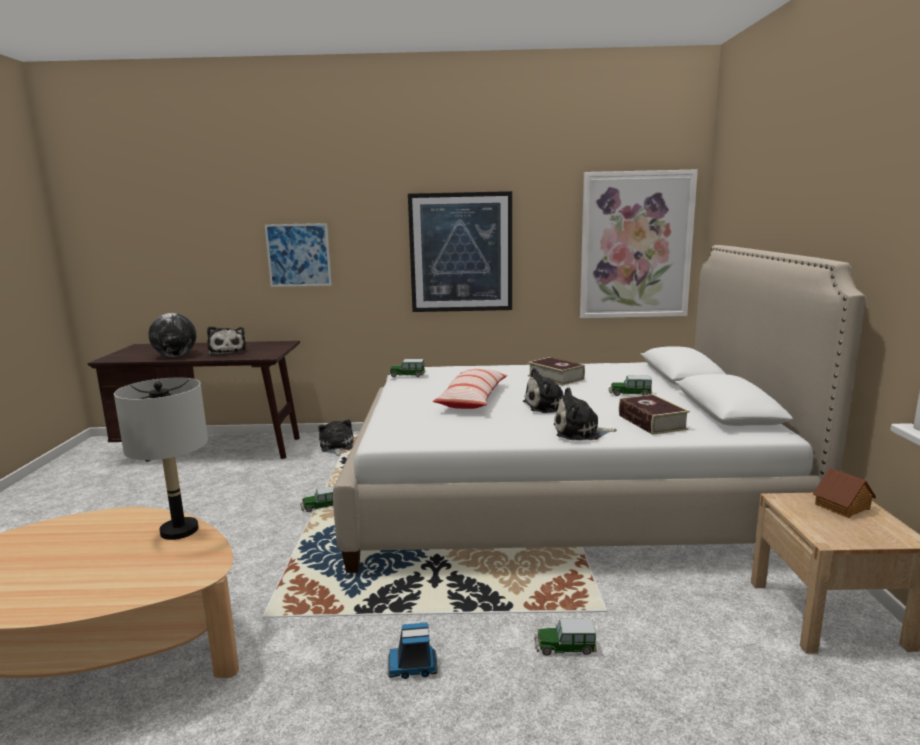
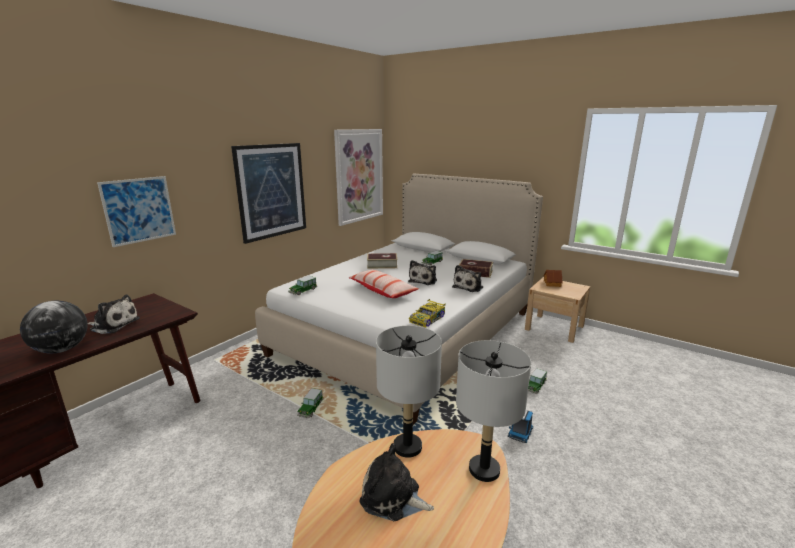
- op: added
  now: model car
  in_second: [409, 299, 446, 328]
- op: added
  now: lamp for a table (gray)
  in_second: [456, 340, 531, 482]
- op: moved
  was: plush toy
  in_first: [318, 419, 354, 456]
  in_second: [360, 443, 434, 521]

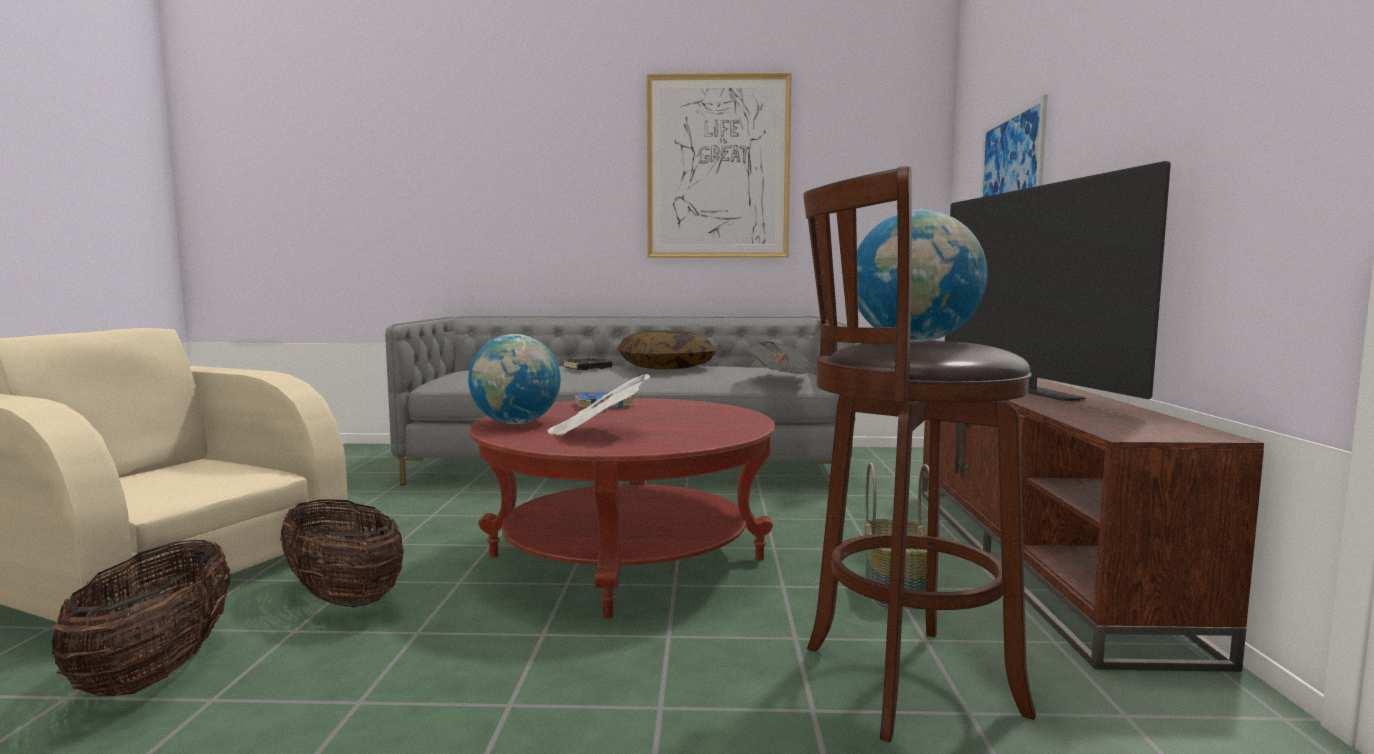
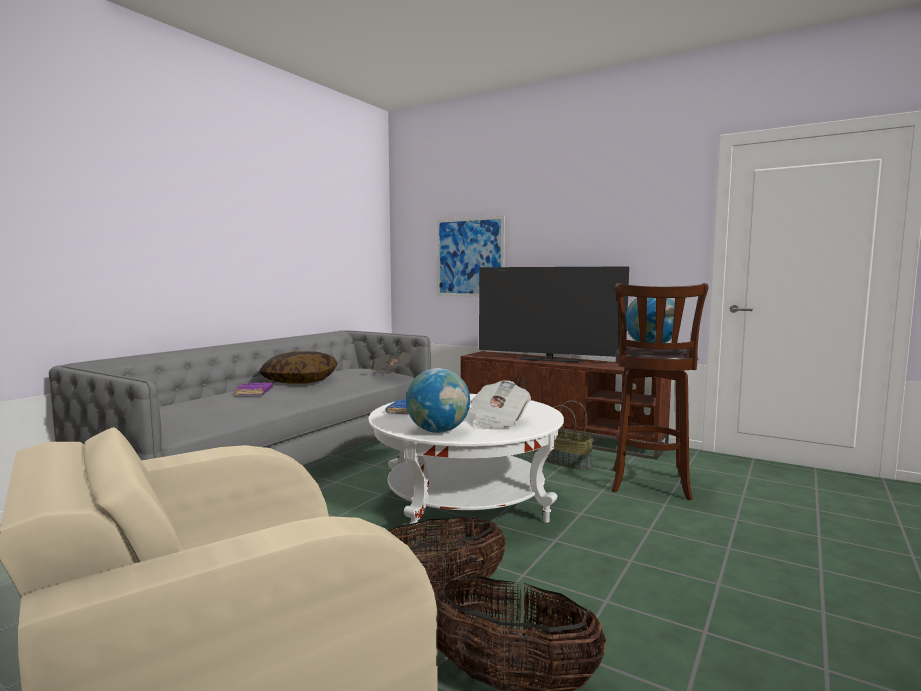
- op: removed
  was: wall picture
  in_first: [646, 73, 792, 258]
- op: recoloured
  was: lounge table (red)
  now: lounge table (white-coloured)
  in_first: [470, 398, 775, 619]
  in_second: [368, 394, 564, 533]
- op: recoloured
  was: bound book (black-coloured)
  now: bound book (purple)
  in_first: [563, 357, 612, 370]
  in_second: [235, 382, 273, 395]

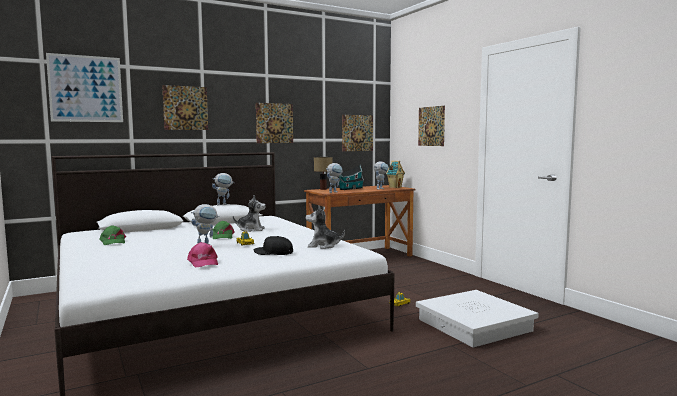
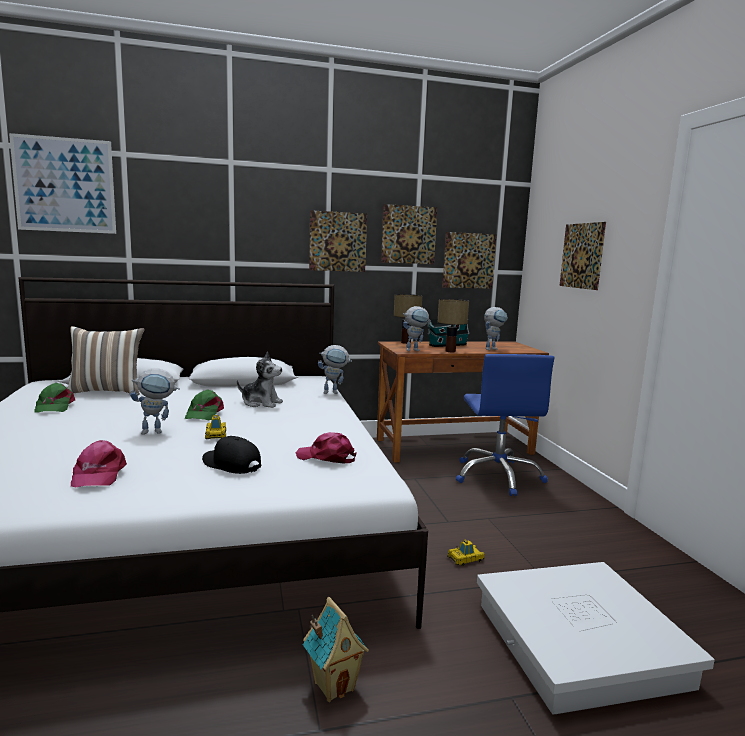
- op: added
  now: pillow
  in_second: [68, 326, 145, 395]
- op: added
  now: lamp for a table
  in_second: [438, 299, 469, 352]
- op: added
  now: computer chair (blue)
  in_second: [456, 354, 554, 496]
- op: moved
  was: wall picture
  in_first: [162, 85, 208, 130]
  in_second: [381, 204, 437, 264]
- op: moved
  was: robot figure
  in_first: [212, 173, 233, 205]
  in_second: [318, 345, 352, 394]
- op: moved
  was: model house
  in_first: [386, 161, 405, 188]
  in_second: [303, 597, 369, 702]
- op: replaced
  was: plush toy
  now: cap (pink-coloured)
  in_first: [306, 206, 345, 249]
  in_second: [296, 432, 357, 464]

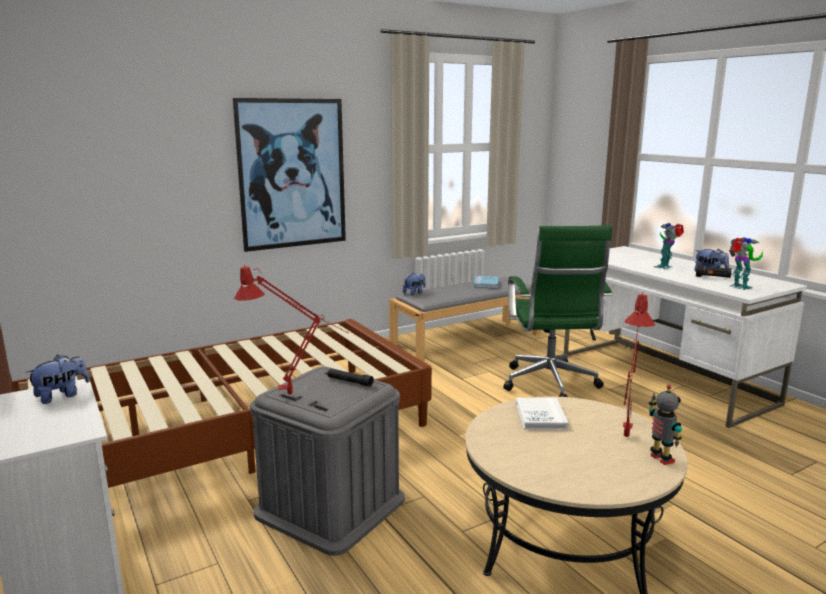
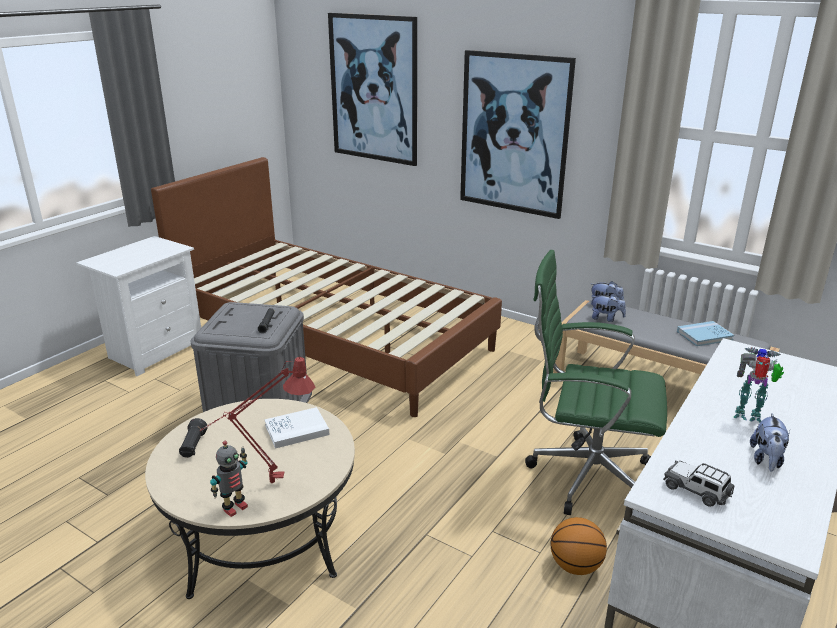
- op: removed
  was: lamp for a table (red)
  in_first: [234, 265, 348, 395]
- op: added
  now: wall picture
  in_second: [328, 13, 417, 166]
- op: added
  now: ball for basketball
  in_second: [550, 517, 607, 575]
- op: moved
  was: plush toy
  in_first: [25, 355, 90, 404]
  in_second: [591, 293, 626, 322]
- op: moved
  was: hand torch (black-coloured)
  in_first: [696, 263, 732, 278]
  in_second: [179, 418, 208, 458]
- op: replaced
  was: robot figure
  now: model car
  in_first: [729, 237, 763, 290]
  in_second: [663, 461, 734, 507]
- op: turned
  was: computer chair (green-coloured)
  in_first: [503, 225, 612, 397]
  in_second: [525, 250, 667, 515]
  clockwise: 45

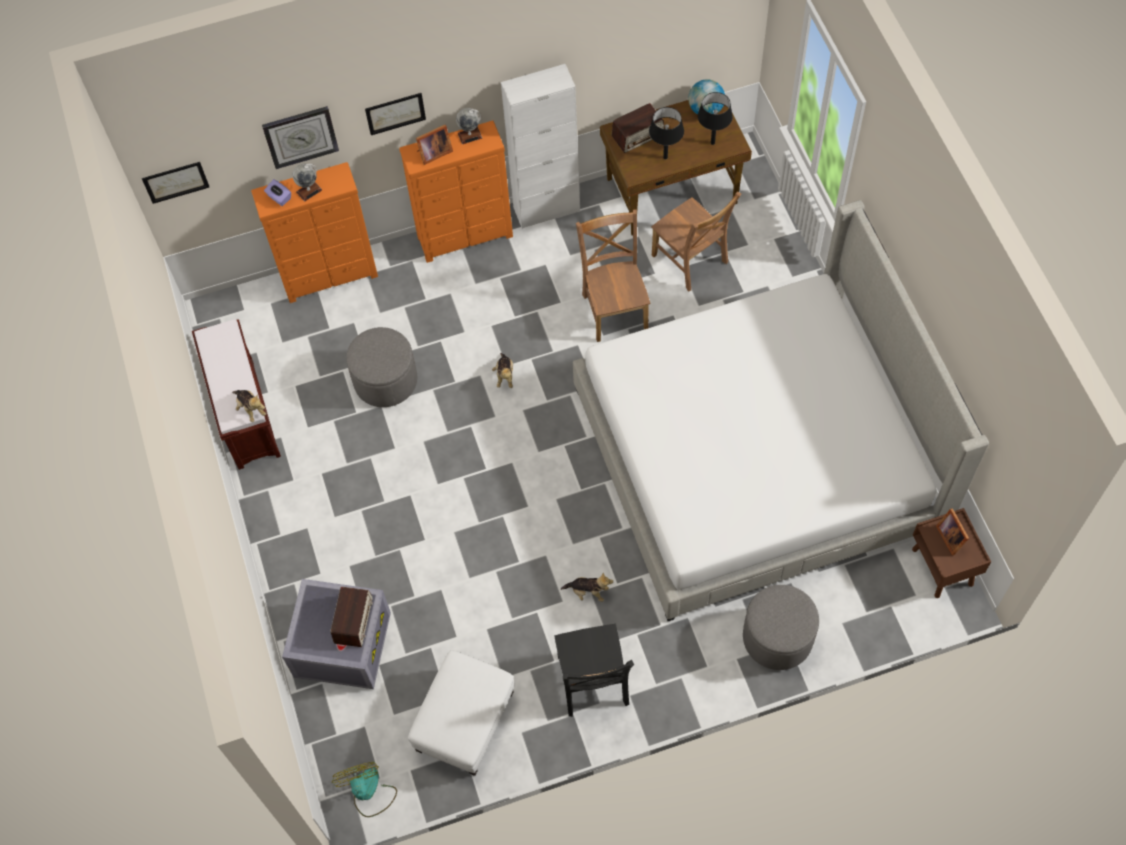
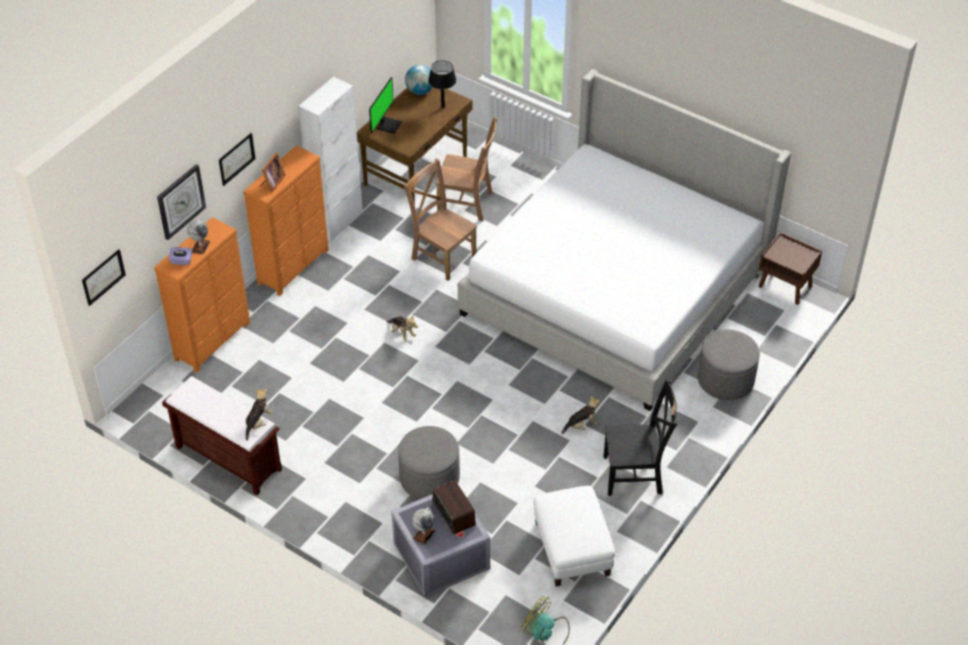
- op: removed
  was: lamp for a table (black-coloured)
  in_first: [649, 107, 684, 159]
- op: removed
  was: standing frame
  in_first: [936, 508, 969, 556]
- op: moved
  was: pouffe (gray)
  in_first: [346, 327, 417, 407]
  in_second: [398, 426, 460, 499]
- op: moved
  was: globe
  in_first: [456, 108, 482, 144]
  in_second: [412, 508, 436, 545]
- op: replaced
  was: radio set
  now: monitor
  in_first: [611, 103, 665, 153]
  in_second: [369, 77, 402, 134]
- op: turned
  was: plush toy
  in_first: [232, 390, 266, 422]
  in_second: [245, 388, 273, 441]
  clockwise: -75
- op: turned
  was: upright chair (black-coloured)
  in_first: [554, 624, 634, 717]
  in_second: [603, 379, 678, 496]
  clockwise: -45

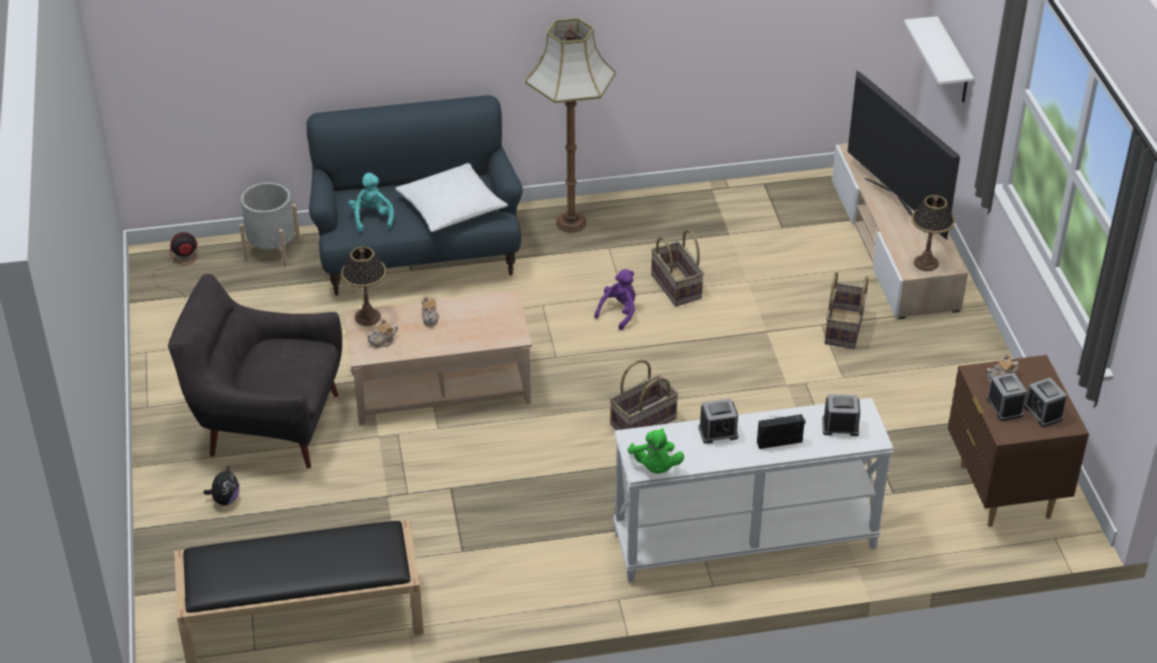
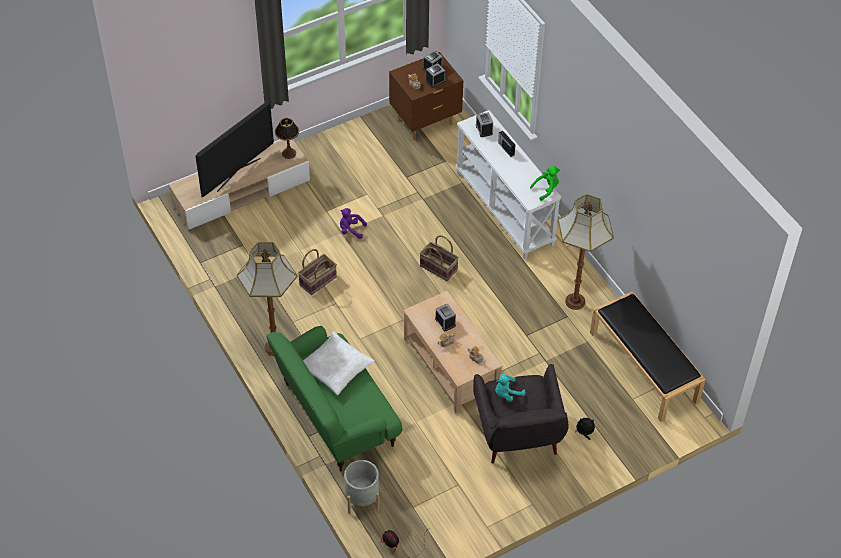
- op: removed
  was: lamp for a table
  in_first: [341, 247, 386, 326]
- op: removed
  was: storage basket
  in_first: [824, 272, 868, 349]
- op: removed
  was: bracket shelf (white-coloured)
  in_first: [904, 16, 974, 103]
- op: added
  now: standing lamp
  in_second: [558, 194, 614, 310]
- op: moved
  was: plush toy (turquoise-coloured)
  in_first: [348, 173, 394, 232]
  in_second: [495, 374, 525, 402]
- op: moved
  was: plush toy (purple)
  in_first: [594, 269, 635, 330]
  in_second: [340, 208, 367, 239]
- op: moved
  was: table clock
  in_first: [698, 399, 739, 444]
  in_second: [435, 304, 456, 331]
- op: recoloured
  was: settee (blue)
  now: settee (green-coloured)
  in_first: [306, 95, 523, 296]
  in_second: [267, 326, 402, 471]

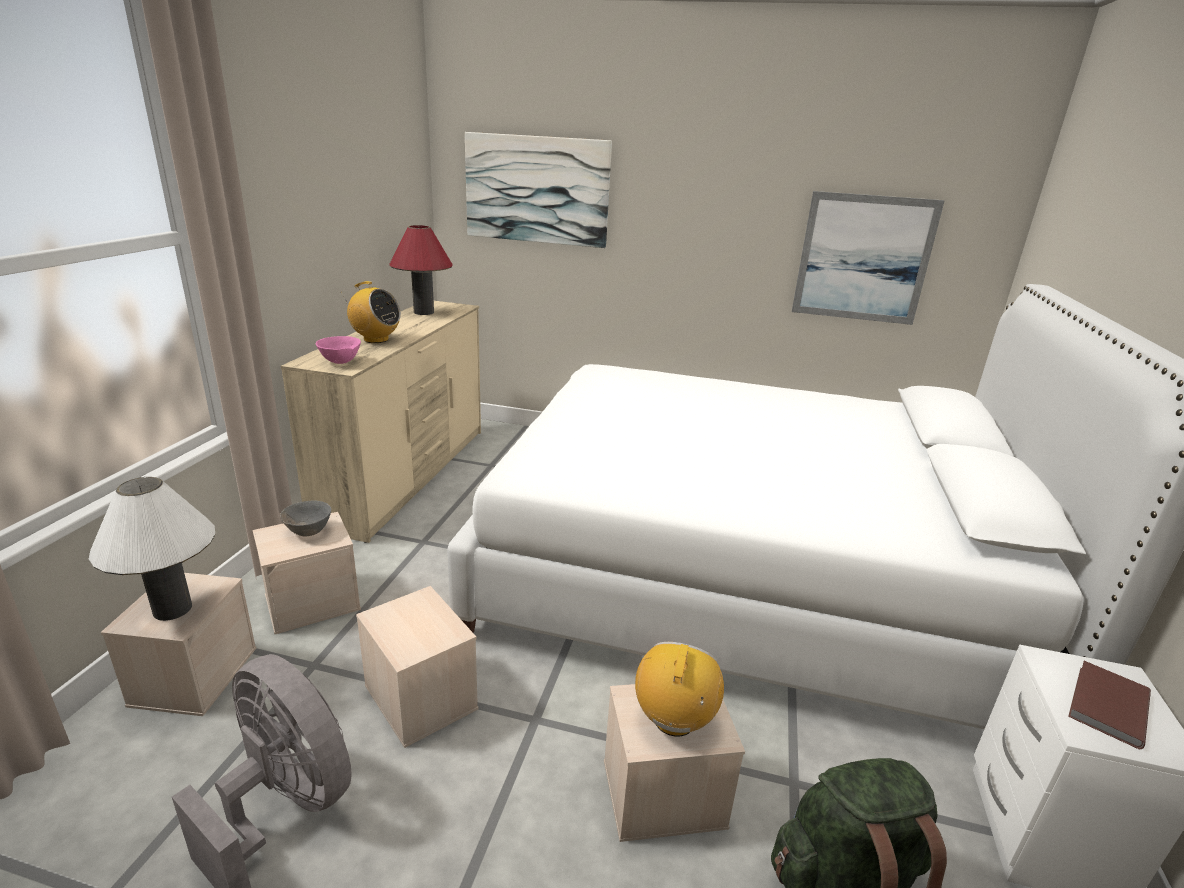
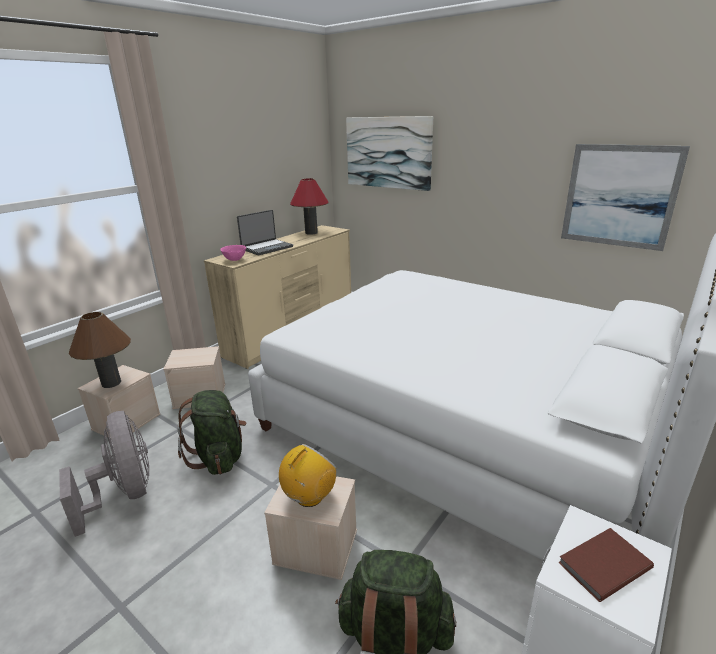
- op: removed
  was: bowl (gray)
  in_first: [280, 500, 331, 537]
- op: replaced
  was: radio set
  now: portable computer
  in_first: [341, 281, 401, 343]
  in_second: [237, 210, 293, 255]
- op: replaced
  was: storage bin (sand-coloured)
  now: backpack (green-coloured)
  in_first: [356, 586, 478, 748]
  in_second: [177, 390, 246, 475]
- op: recoloured
  was: lamp for a table (white-coloured)
  now: lamp for a table (brown-coloured)
  in_first: [89, 477, 215, 621]
  in_second: [69, 312, 131, 388]

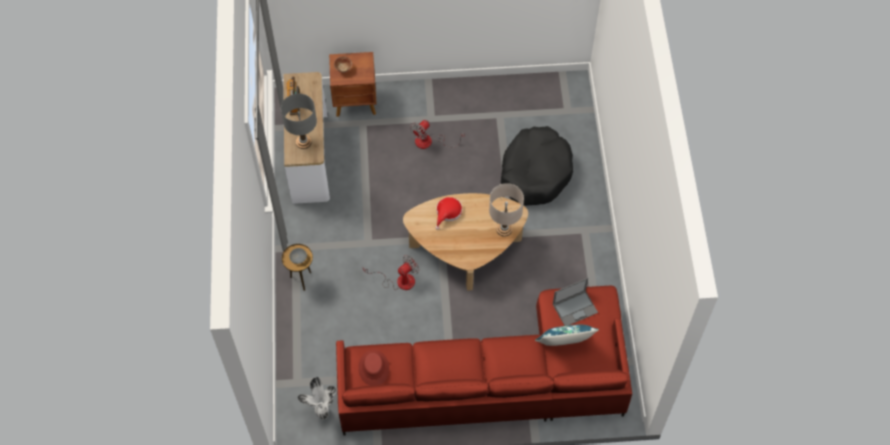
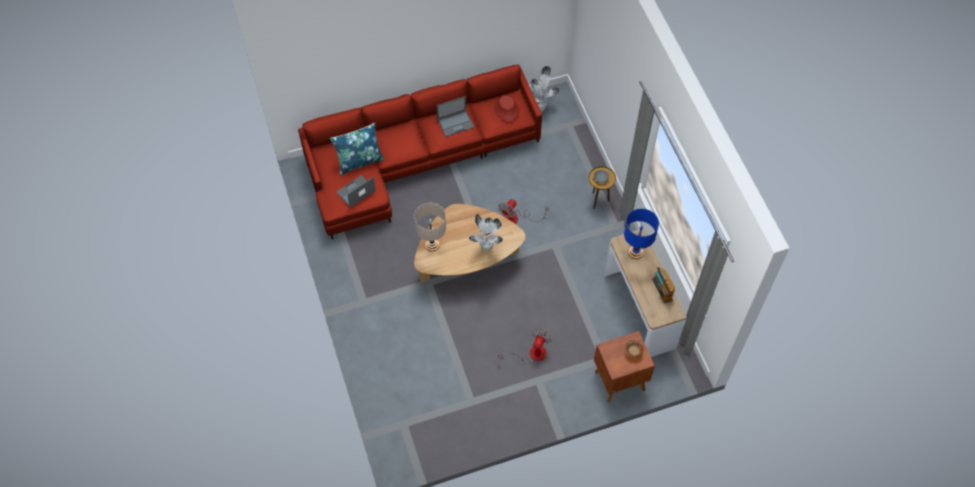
- op: removed
  was: pet bed (black-coloured)
  in_first: [501, 126, 573, 206]
- op: added
  now: portable computer
  in_second: [436, 96, 474, 137]
- op: replaced
  was: hat (red)
  now: potted plant
  in_first: [436, 197, 462, 230]
  in_second: [469, 214, 503, 252]
- op: recoloured
  was: lamp for a table (gray)
  now: lamp for a table (blue)
  in_first: [281, 94, 317, 149]
  in_second: [624, 209, 659, 259]

